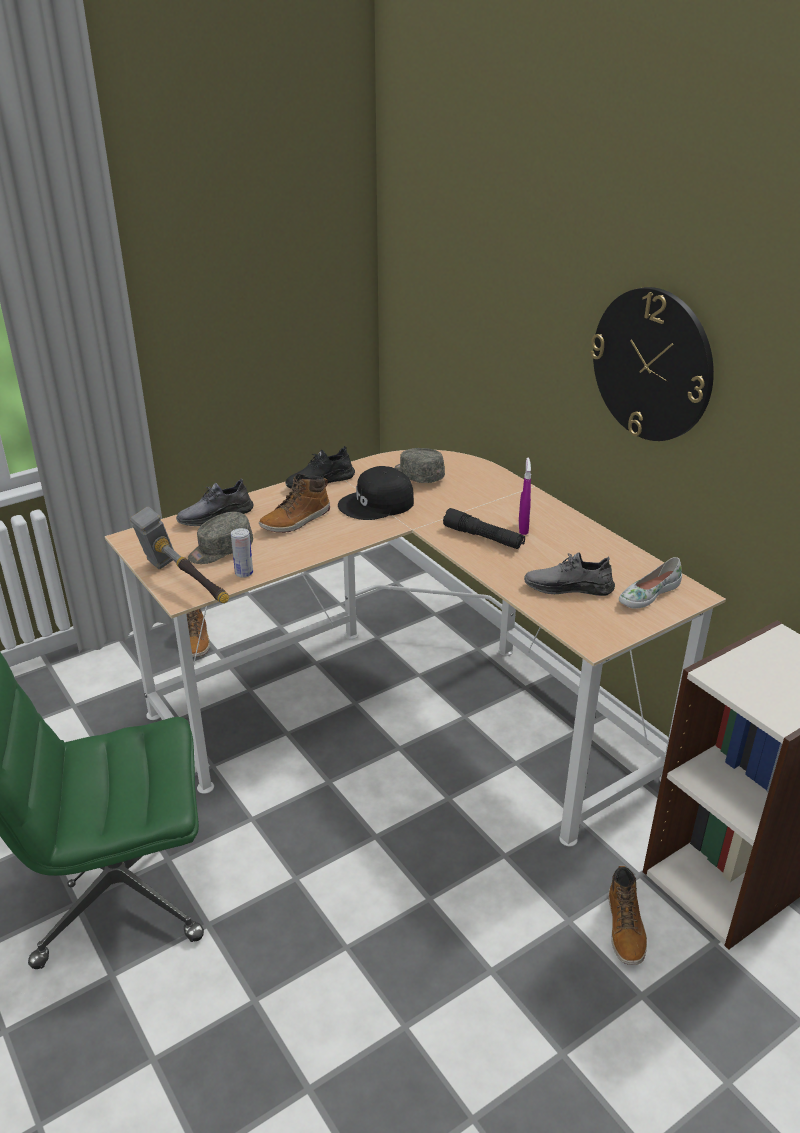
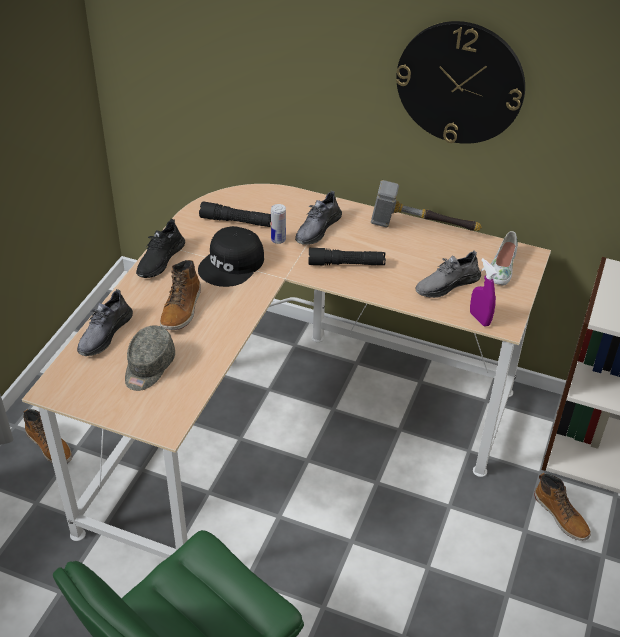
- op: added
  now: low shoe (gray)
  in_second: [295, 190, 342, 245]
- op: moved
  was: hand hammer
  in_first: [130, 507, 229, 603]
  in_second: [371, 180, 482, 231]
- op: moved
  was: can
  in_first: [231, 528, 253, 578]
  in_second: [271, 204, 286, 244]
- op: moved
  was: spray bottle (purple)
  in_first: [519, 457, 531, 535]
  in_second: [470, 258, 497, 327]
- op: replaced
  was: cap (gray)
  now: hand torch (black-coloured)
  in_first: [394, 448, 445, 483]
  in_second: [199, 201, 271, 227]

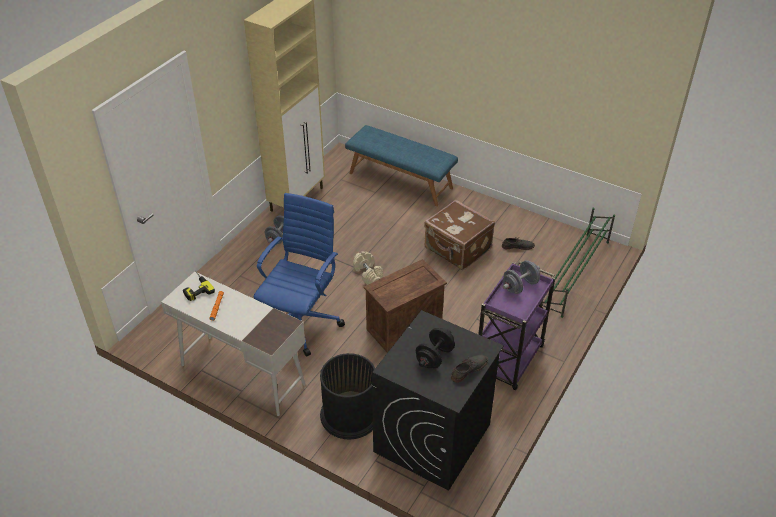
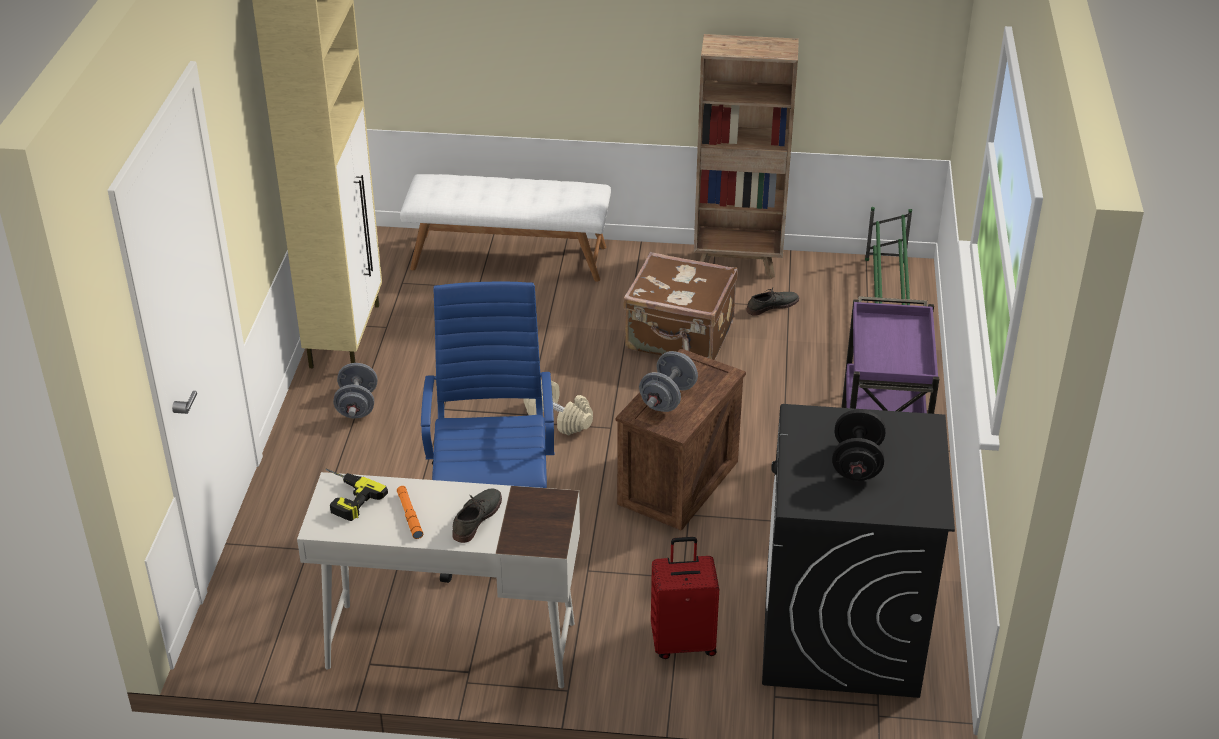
- op: added
  now: bookcase (brown-coloured)
  in_second: [694, 34, 799, 279]
- op: moved
  was: low shoe (gray)
  in_first: [451, 355, 488, 383]
  in_second: [452, 488, 502, 543]
- op: moved
  was: hand weight (gray)
  in_first: [503, 260, 540, 294]
  in_second: [639, 351, 698, 412]
- op: replaced
  was: trash can (black-coloured)
  now: travel case (red)
  in_first: [320, 353, 375, 440]
  in_second: [651, 537, 719, 659]
- op: recoloured
  was: bench (blue)
  now: bench (white-coloured)
  in_first: [345, 125, 458, 206]
  in_second: [400, 174, 611, 282]

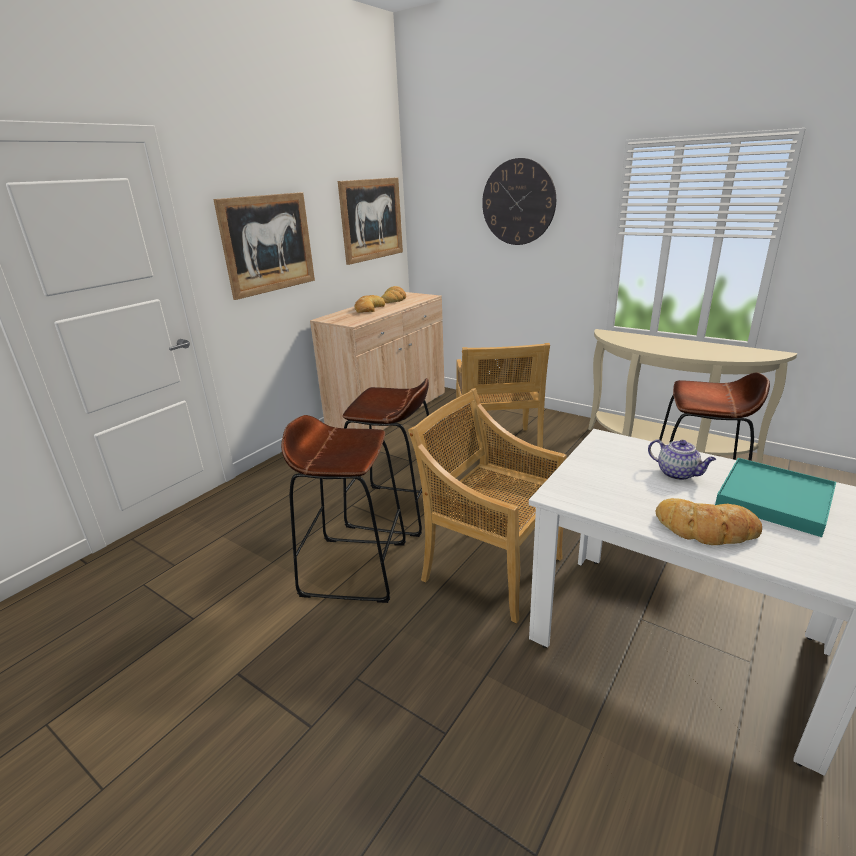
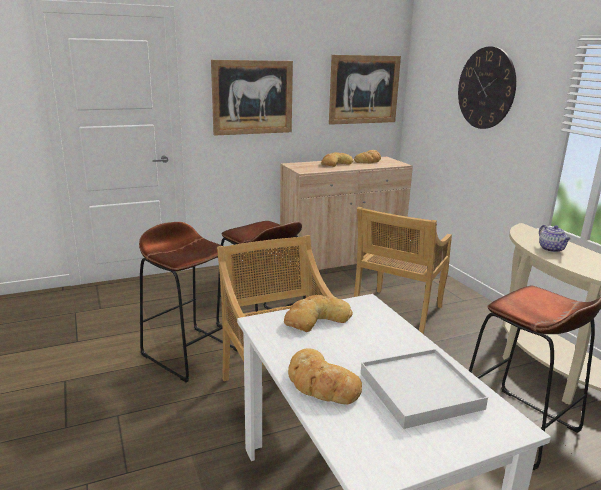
- op: added
  now: bread
  in_second: [284, 295, 353, 332]
- op: moved
  was: teapot
  in_first: [648, 439, 716, 480]
  in_second: [539, 225, 571, 252]
- op: recoloured
  was: carrying tray (turquoise-coloured)
  now: carrying tray (white-coloured)
  in_first: [715, 458, 836, 537]
  in_second: [361, 349, 488, 429]

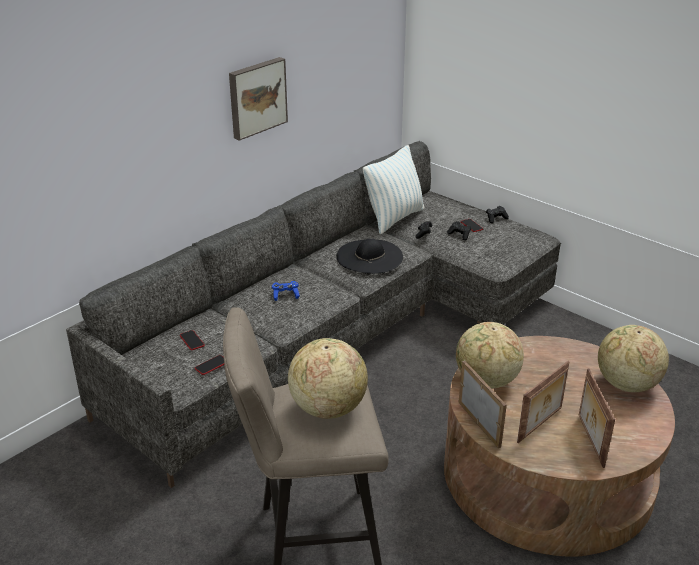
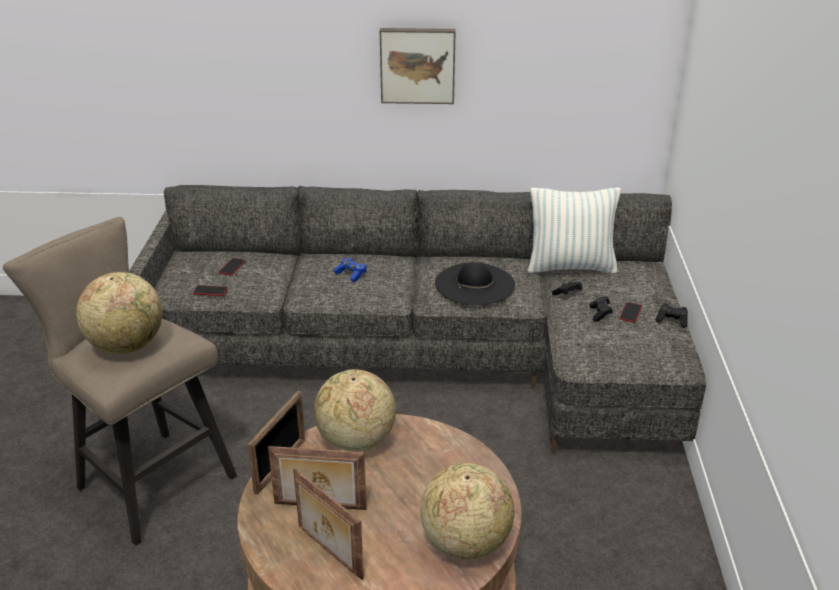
- op: turned
  was: standing frame
  in_first: [579, 368, 615, 468]
  in_second: [293, 469, 364, 580]
  clockwise: -90

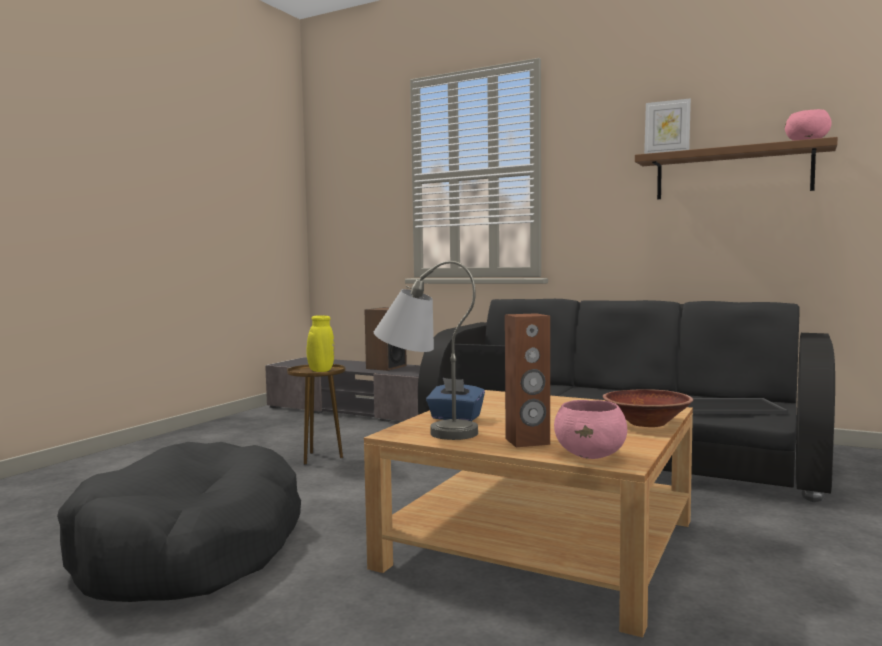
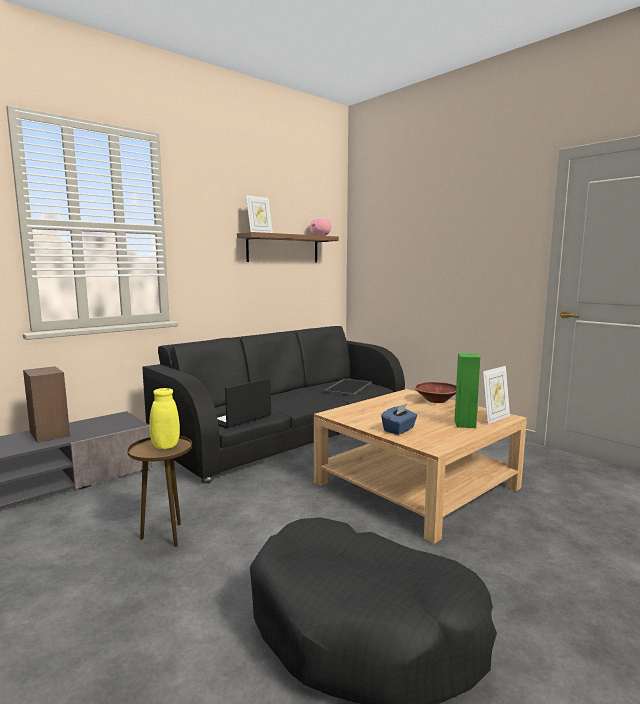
- op: removed
  was: lamp for a table (gray)
  in_first: [374, 261, 478, 440]
- op: replaced
  was: bowl (pink-coloured)
  now: standing frame
  in_first: [554, 400, 627, 459]
  in_second: [483, 366, 510, 424]
- op: recoloured
  was: loudspeaker (brown-coloured)
  now: loudspeaker (green-coloured)
  in_first: [505, 313, 550, 447]
  in_second: [454, 353, 480, 428]

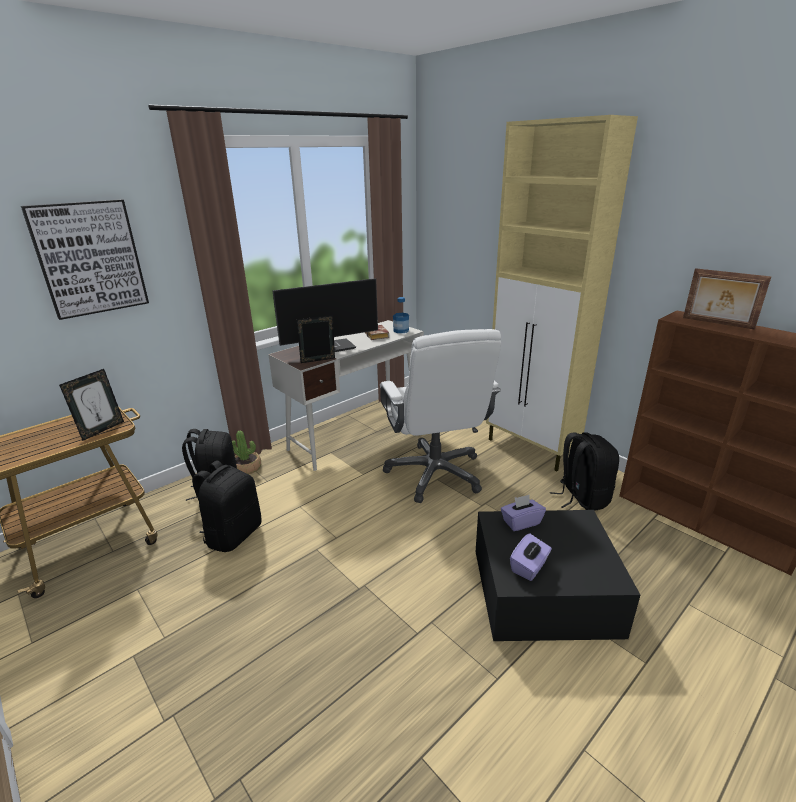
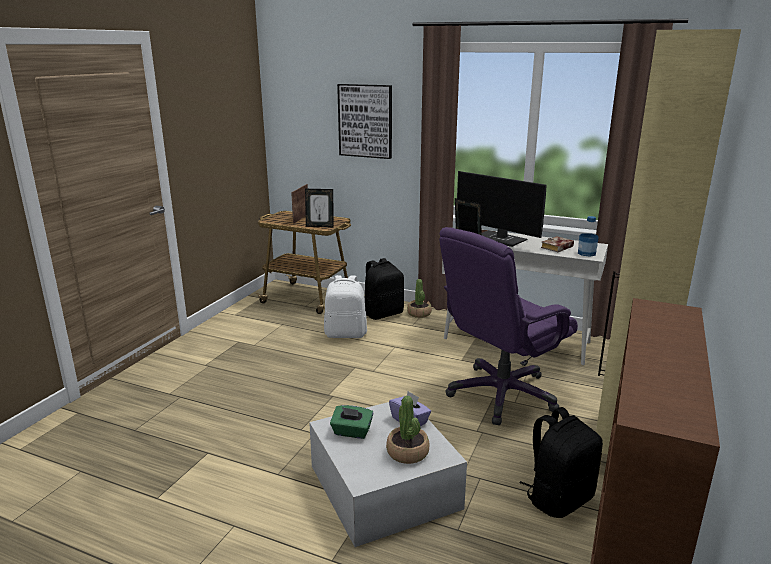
- op: added
  now: potted plant
  in_second: [386, 396, 429, 464]
- op: moved
  was: standing frame
  in_first: [683, 268, 772, 330]
  in_second: [291, 184, 308, 224]
- op: recoloured
  was: backpack (black-coloured)
  now: backpack (white-coloured)
  in_first: [192, 460, 261, 552]
  in_second: [324, 275, 367, 338]
- op: recoloured
  was: computer chair (white-coloured)
  now: computer chair (purple)
  in_first: [380, 329, 501, 503]
  in_second: [439, 227, 578, 425]
- op: recoloured
  was: storage bin (black-coloured)
  now: storage bin (white-coloured)
  in_first: [476, 510, 640, 641]
  in_second: [309, 402, 467, 547]
- op: recoloured
  was: tissue holder (purple)
  now: tissue holder (green-coloured)
  in_first: [510, 533, 552, 581]
  in_second: [330, 405, 373, 439]

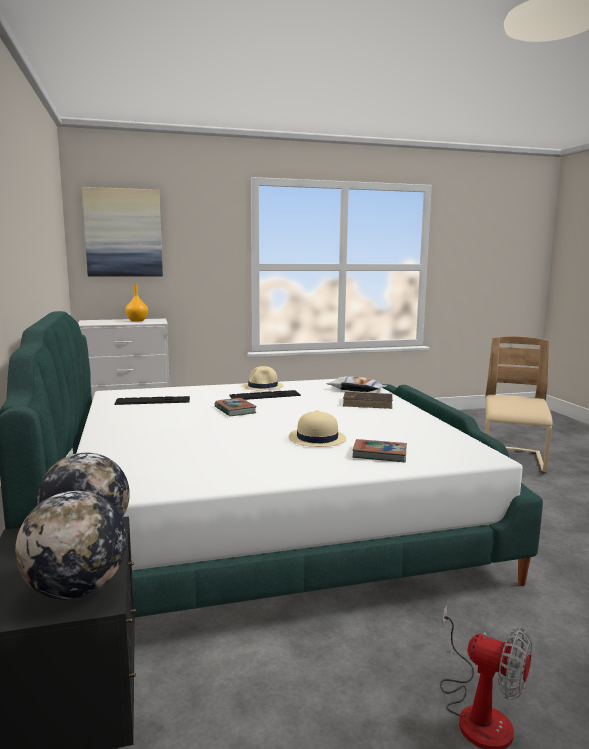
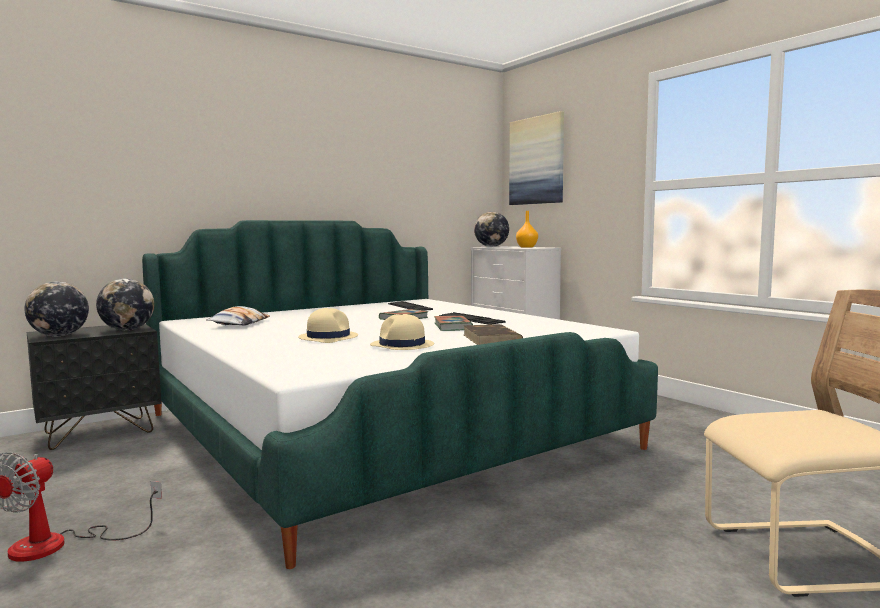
- op: added
  now: globe
  in_second: [474, 211, 509, 247]
- op: moved
  was: hat (sand-coloured)
  in_first: [242, 366, 284, 390]
  in_second: [370, 314, 434, 350]
- op: moved
  was: pillow
  in_first: [326, 376, 388, 392]
  in_second: [206, 306, 270, 325]
- op: moved
  was: bound book
  in_first: [352, 439, 407, 463]
  in_second: [434, 316, 473, 331]

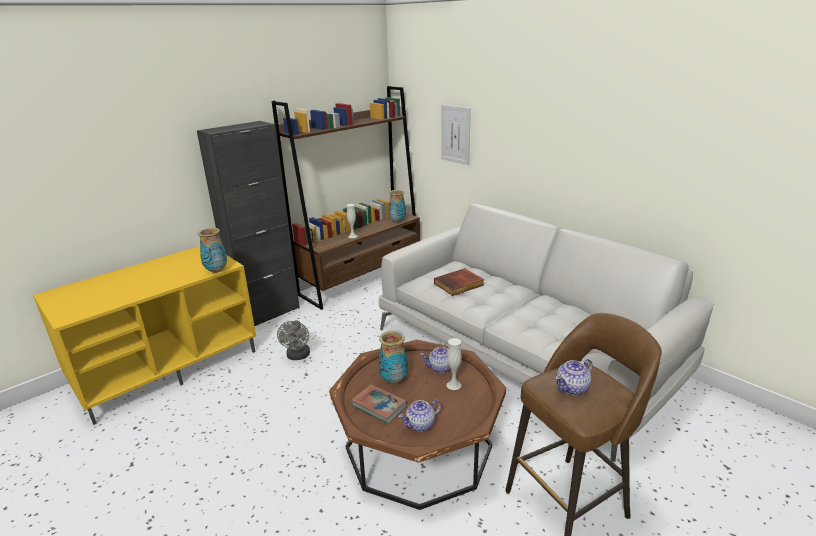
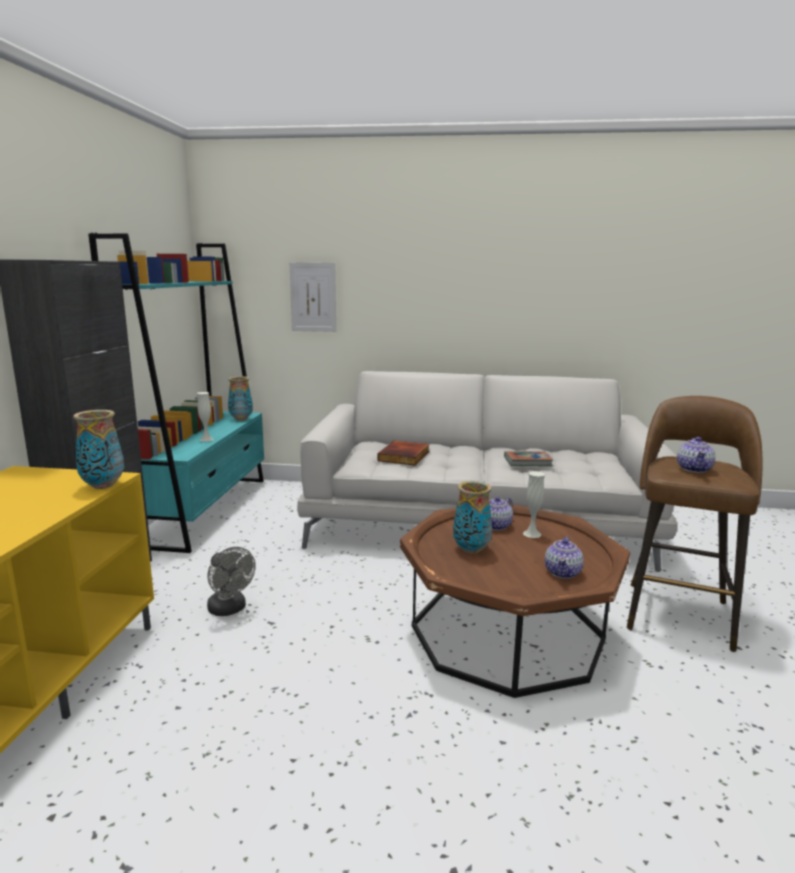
- op: moved
  was: bound book
  in_first: [351, 384, 407, 424]
  in_second: [504, 451, 553, 466]
- op: recoloured
  was: bookcase (brown-coloured)
  now: bookcase (turquoise-coloured)
  in_first: [272, 86, 420, 310]
  in_second: [88, 233, 264, 553]

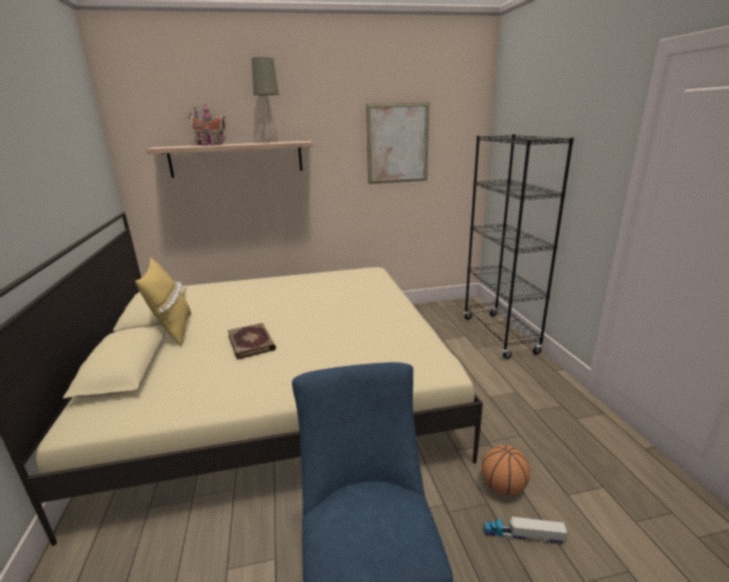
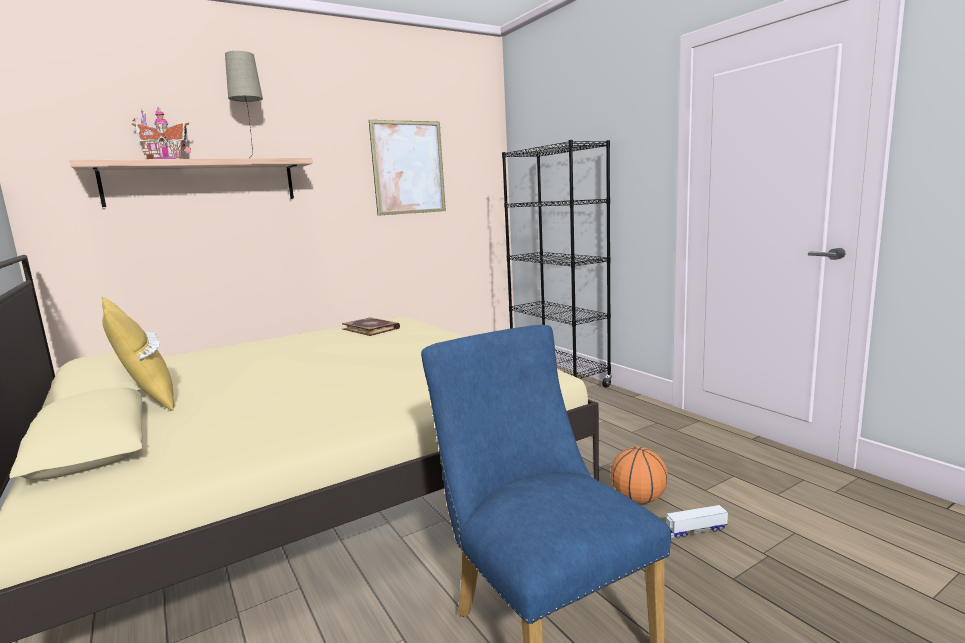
- op: moved
  was: bound book
  in_first: [228, 323, 276, 360]
  in_second: [342, 317, 400, 336]

